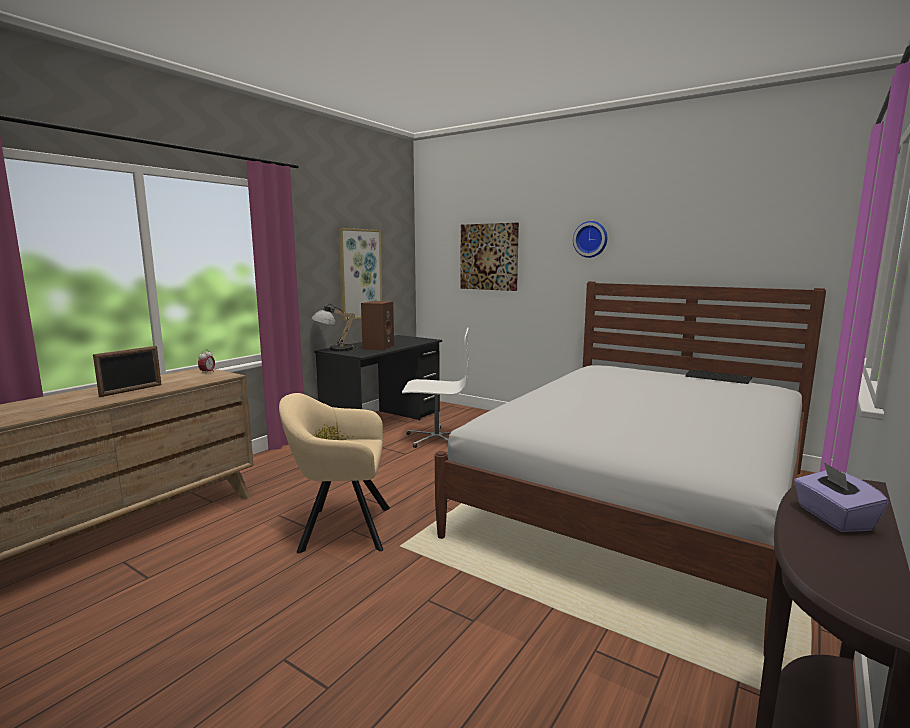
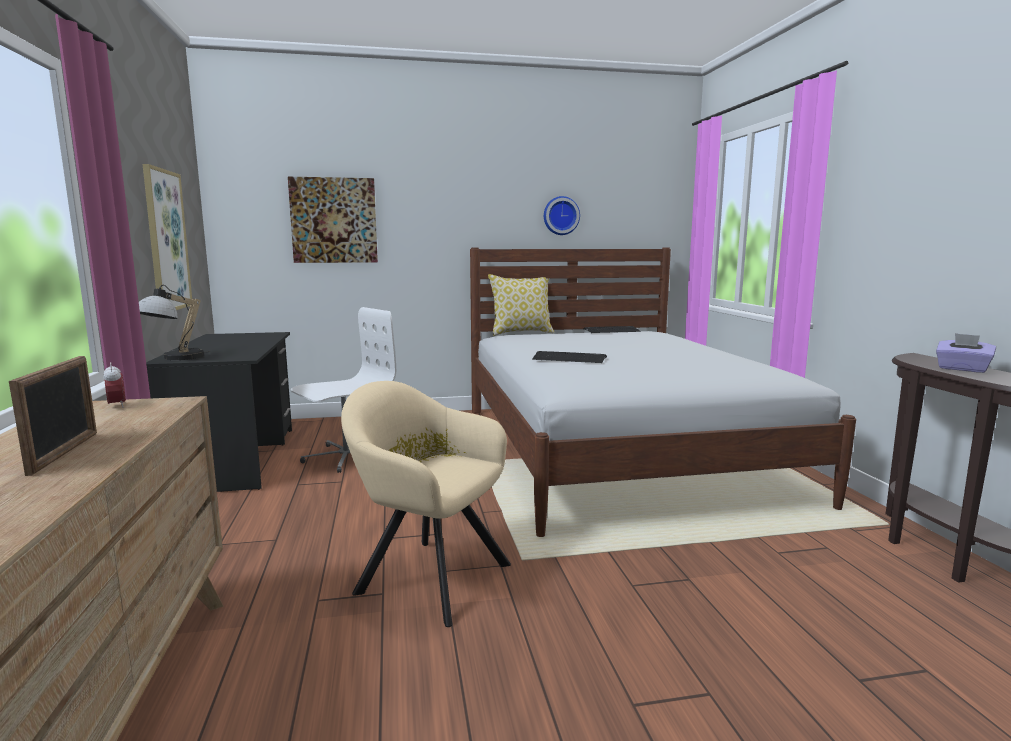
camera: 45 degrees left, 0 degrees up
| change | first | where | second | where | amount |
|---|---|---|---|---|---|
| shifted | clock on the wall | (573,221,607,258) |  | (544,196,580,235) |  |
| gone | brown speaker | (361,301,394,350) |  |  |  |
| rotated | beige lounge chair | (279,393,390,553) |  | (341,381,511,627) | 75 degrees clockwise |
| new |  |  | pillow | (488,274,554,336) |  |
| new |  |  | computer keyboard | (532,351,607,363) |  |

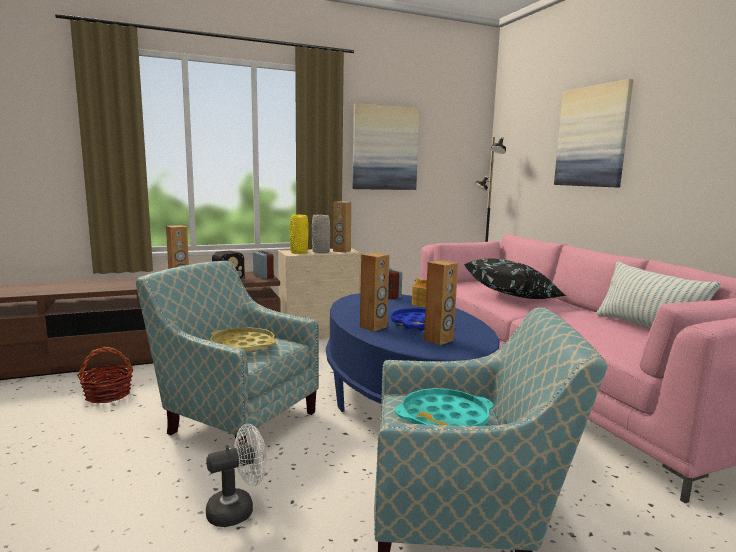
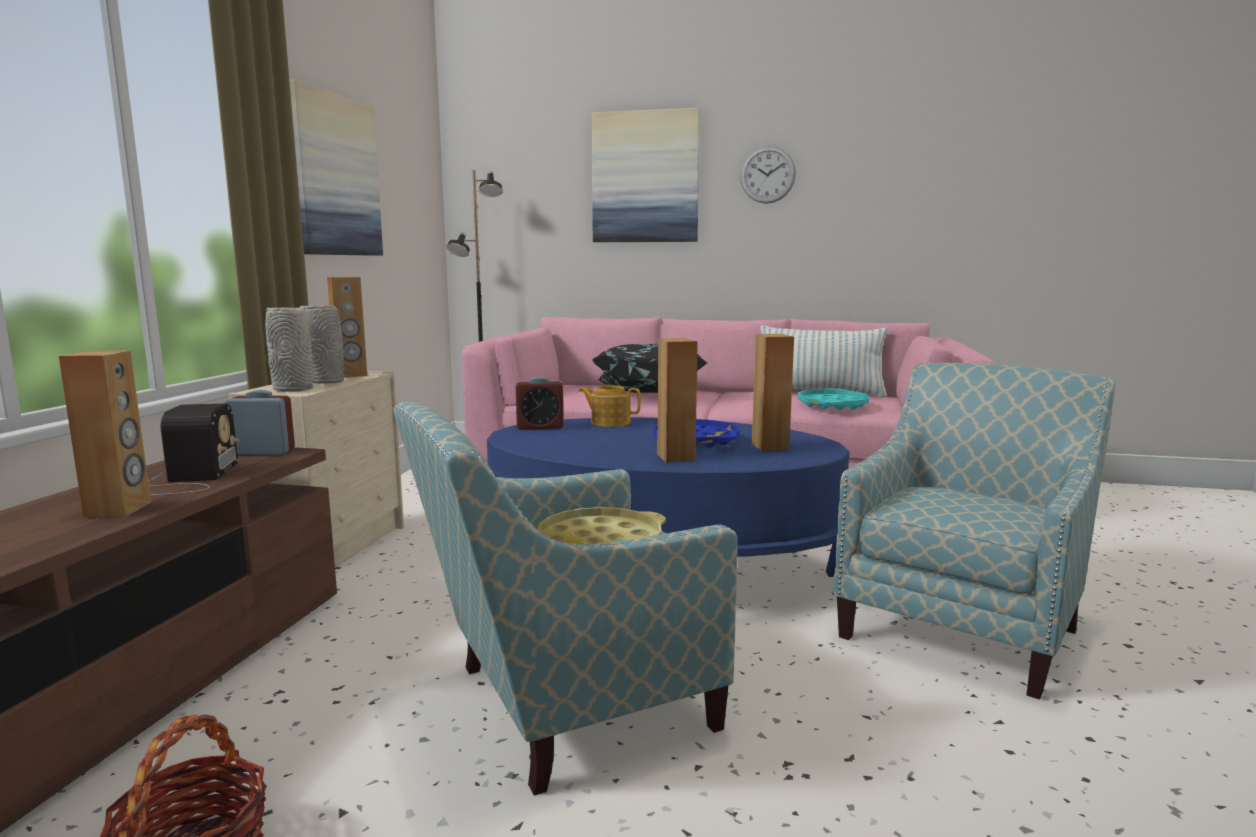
camera: 55 degrees left, 0 degrees up
| change | first | where | second | where | amount |
|---|---|---|---|---|---|
| repainted | yellow flower vase | (290,214,309,254) | grey flower vase | (265,307,313,392) |  |
| shifted | turquoise serving tray | (395,388,493,426) |  | (798,388,869,410) |  |
| gone | white-coloured cooling fan | (206,424,267,527) |  |  |  |
| new |  |  | clock on the wall | (740,146,796,204) |  |

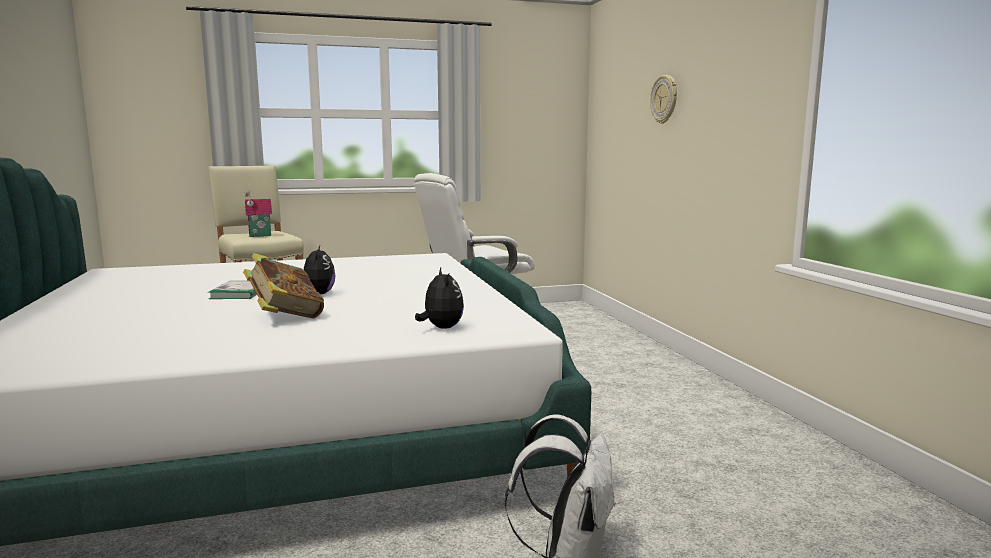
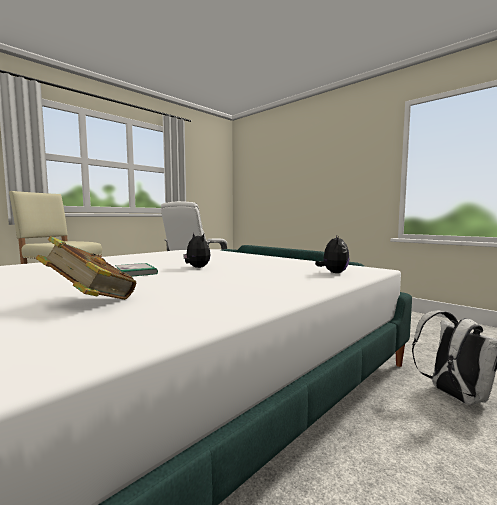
camera: 30 degrees left, 5 degrees down
| change | first | where | second | where | amount |
|---|---|---|---|---|---|
| gone | clock on the wall | (650,75,677,124) |  |  |  |
| gone | model house | (244,190,272,237) |  |  |  |
| shifted | volume | (243,253,324,318) |  | (36,236,136,300) |  |
| rotated | plush toy | (415,268,464,329) |  | (315,236,349,273) | 60 degrees clockwise |

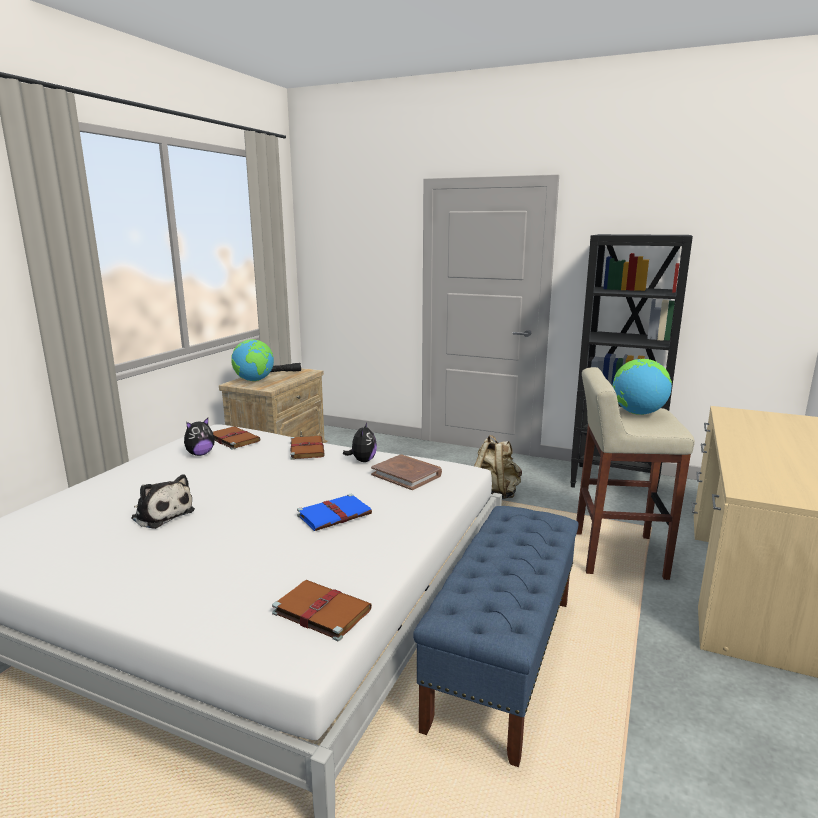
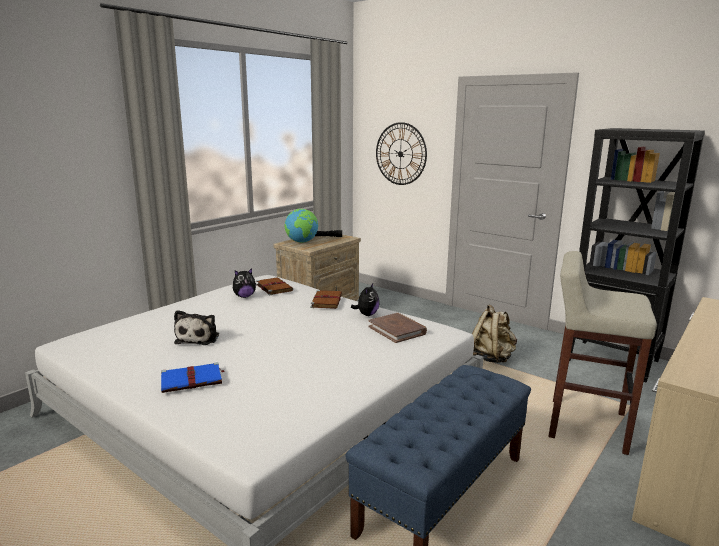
camera: 15 degrees right, 0 degrees up
| change | first | where | second | where | amount |
|---|---|---|---|---|---|
| gone | desk globe | (613,359,672,415) |  |  |  |
| rotated | plush toy | (131,474,195,529) |  | (174,310,219,345) | 45 degrees clockwise |
| shifted | blue-coloured volume | (297,494,372,531) |  | (161,362,224,393) |  |
| gone | brown volume | (272,580,372,641) |  |  |  |
| new |  |  | clock on the wall | (376,122,427,185) |  |

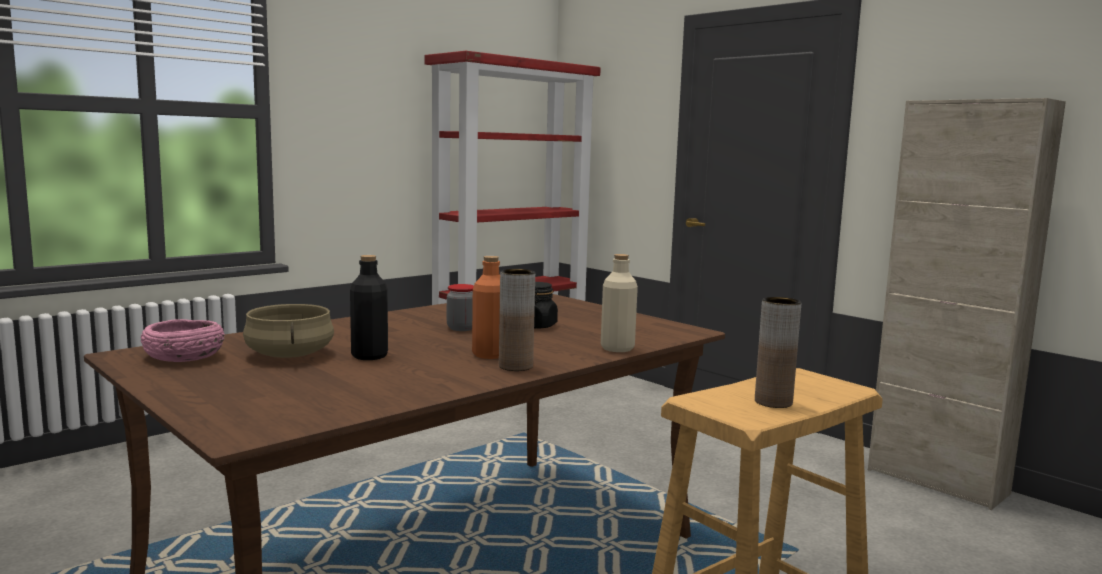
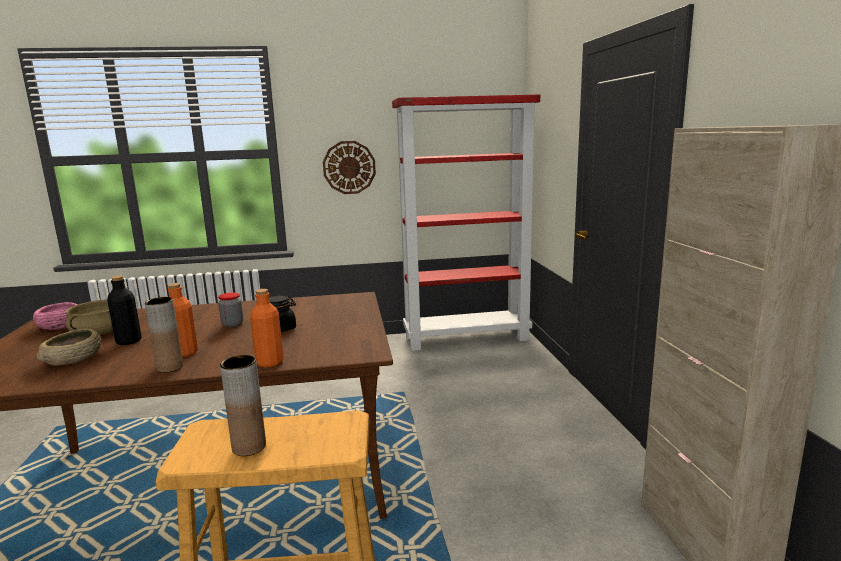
camera: 35 degrees right, 5 degrees up
| change | first | where | second | where | amount |
|---|---|---|---|---|---|
| repainted | beige bottle | (601,254,638,352) | orange bottle | (250,289,283,367) |  |
| new |  |  | clock on the wall | (323,141,376,194) |  |
| new |  |  | beige bowl | (37,329,102,366) |  |

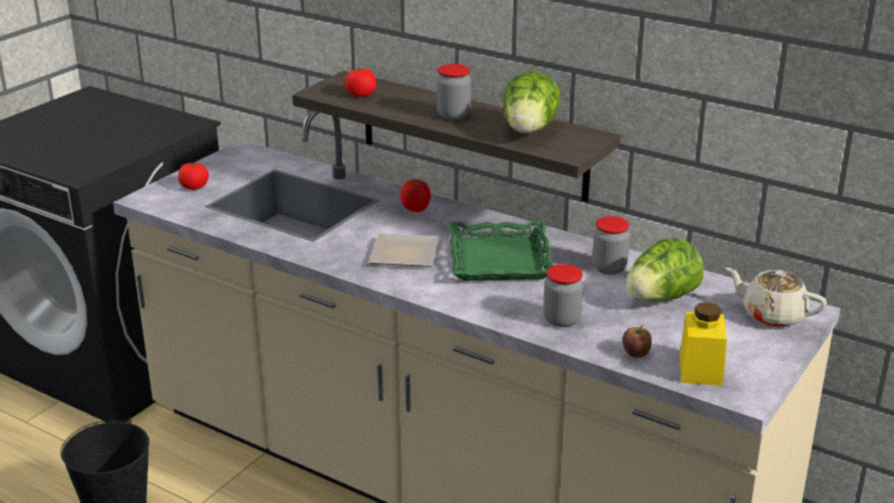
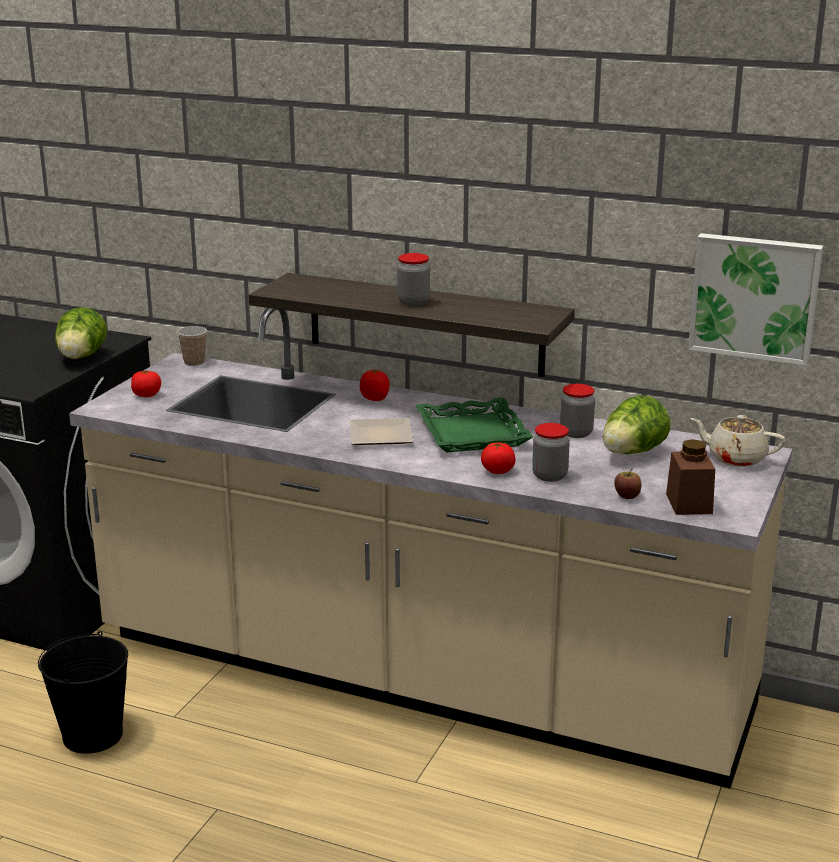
camera: 10 degrees left, 5 degrees down
| change | first | where | second | where | amount |
|---|---|---|---|---|---|
| shifted | whole tomato | (344,68,376,97) |  | (481,442,516,474) |  |
| shifted | head of lettuce | (503,71,560,134) |  | (55,307,107,359) |  |
| repainted | yellow jar | (680,302,727,386) | brown jar | (666,439,715,515) |  |
| new |  |  | wall picture | (688,233,823,366) |  |
| new |  |  | cup | (177,326,207,366) |  |

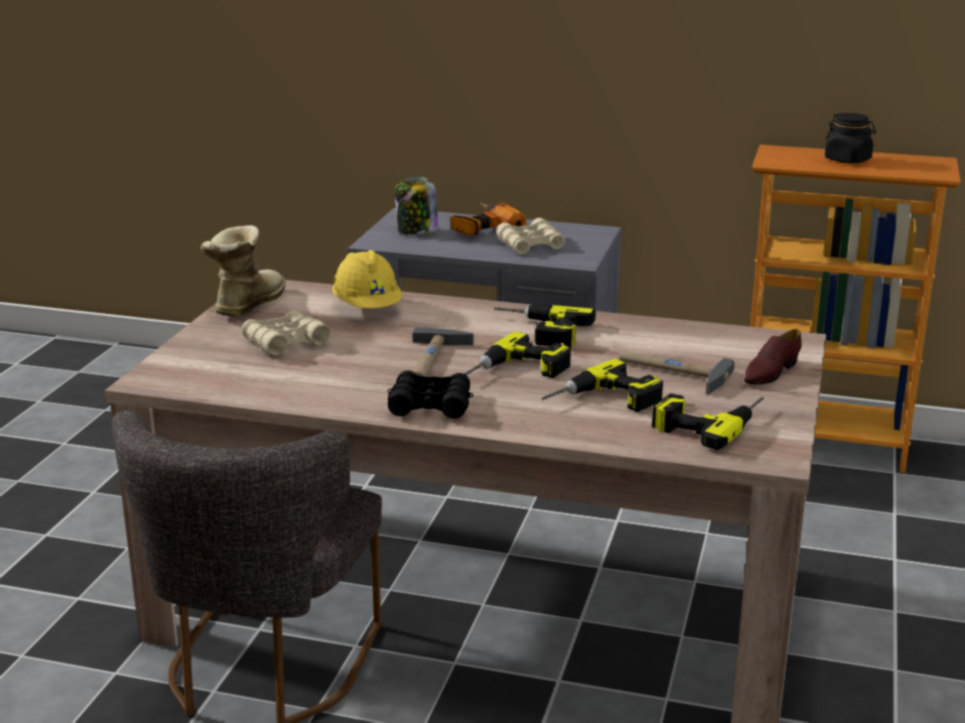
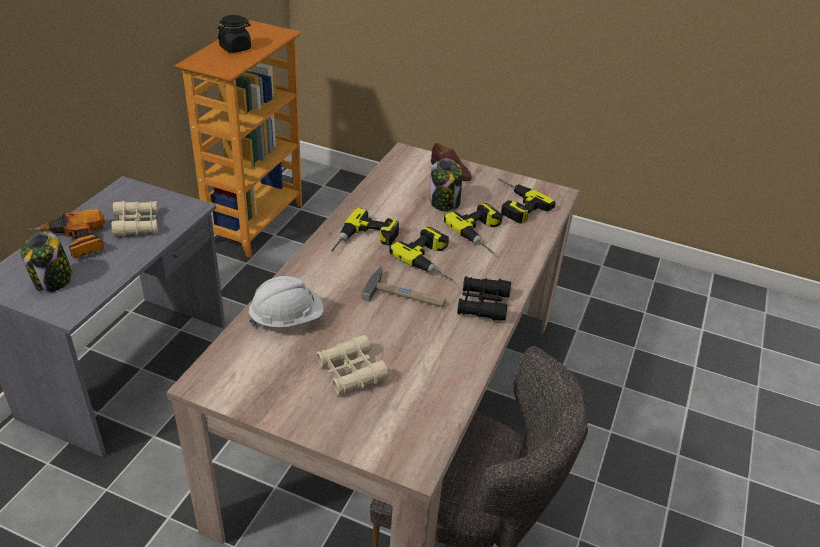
camera: 85 degrees left, 15 degrees up
| change | first | where | second | where | amount |
|---|---|---|---|---|---|
| gone | boot | (200,225,286,316) |  |  |  |
| repainted | yellow safety helmet | (332,250,402,308) | white-coloured safety helmet | (248,276,324,327) |  |
| swapped | hand hammer | (619,350,735,395) | jar | (430,159,462,212) |  |

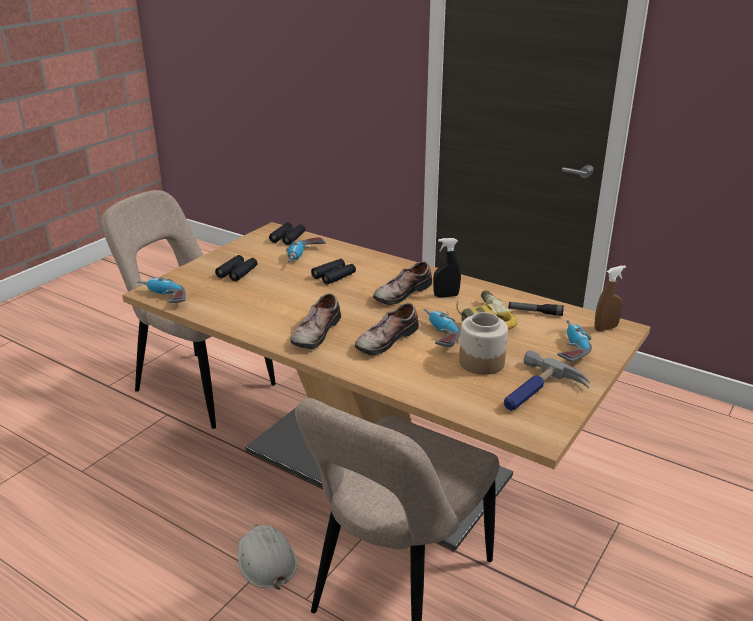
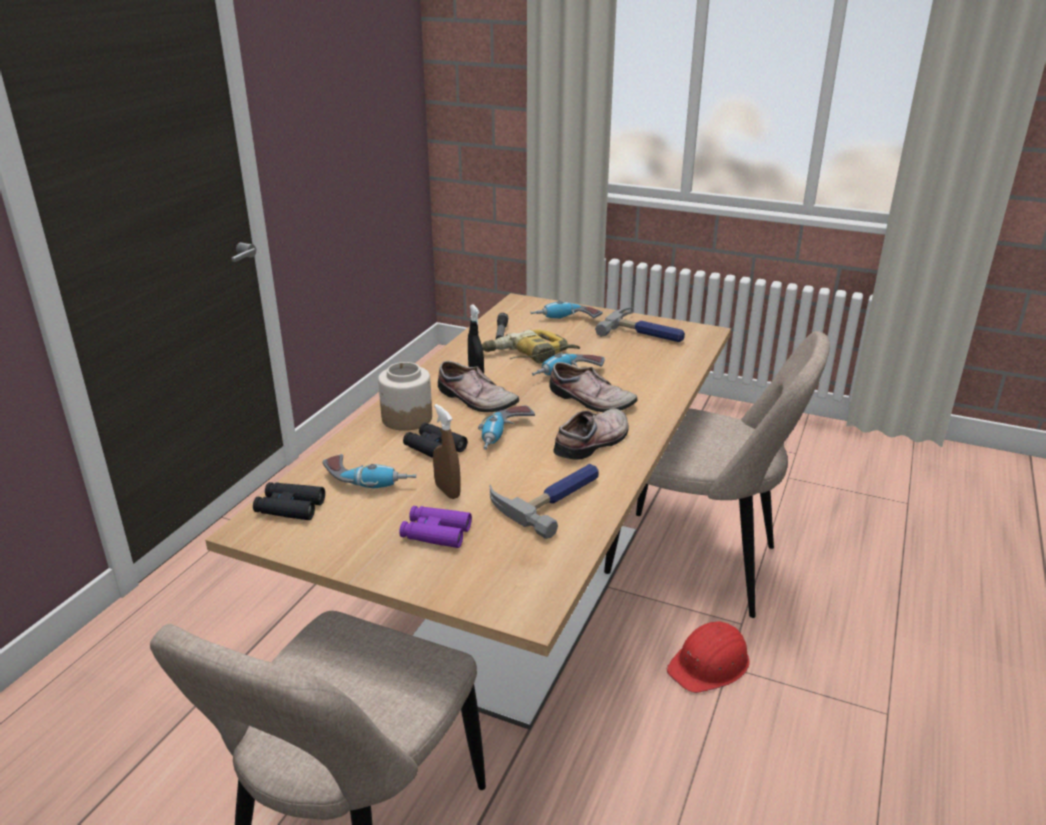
camera: 100 degrees left, 0 degrees up
| change | first | where | second | where | amount |
|---|---|---|---|---|---|
| repainted | black-coloured field glasses | (215,255,257,281) | purplish field glasses | (399,506,472,548) |  |
| shifted | brown hand sprayer | (594,265,626,331) |  | (433,404,461,499) |  |
| shifted | electric drill | (137,277,186,303) |  | (478,405,535,450) |  |
| rotated | item of footwear | (290,293,341,349) |  | (554,408,629,460) | 60 degrees counterclockwise |
| shifted | jar | (459,312,508,375) |  | (378,362,432,431) |  |
| repainted | white-coloured safety helmet | (238,525,298,590) | red safety helmet | (667,622,749,693) |  |
| new |  |  | hand hammer | (490,464,599,539) |  |

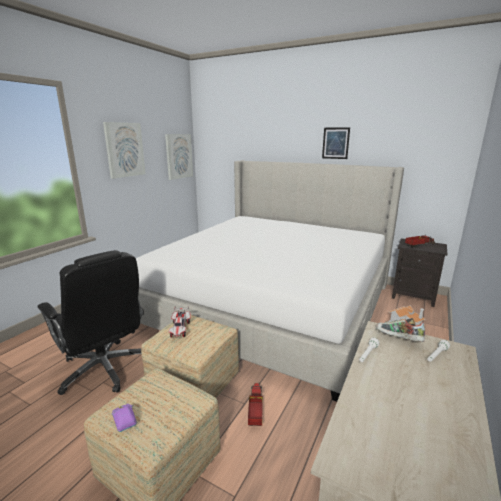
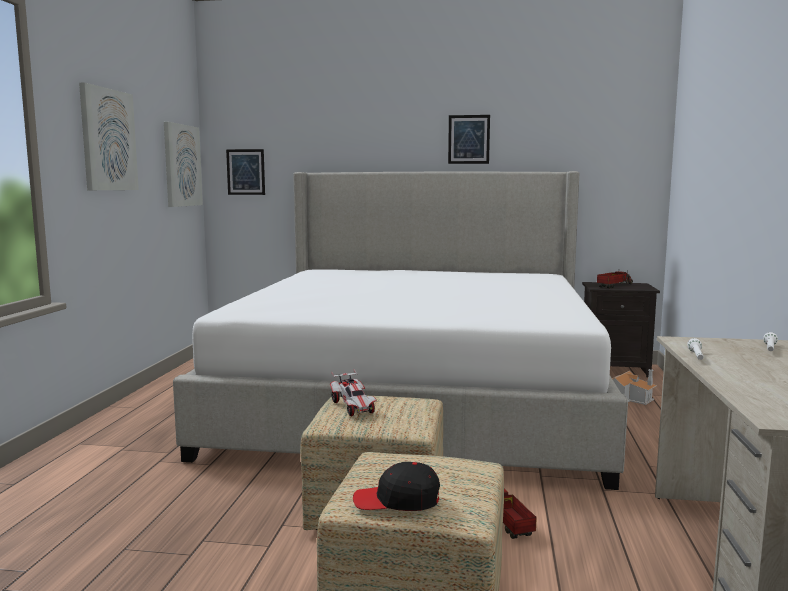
camera: 20 degrees left, 10 degrees down
| change | first | where | second | where | amount |
|---|---|---|---|---|---|
| gone | black-coloured office chair | (37,250,144,395) |  |  |  |
| gone | item of footwear | (376,318,425,342) |  |  |  |
| swapped | purplish toy car | (112,404,137,432) | black-coloured baseball cap | (353,462,440,511) |  |
| new |  |  | wall picture | (226,149,265,195) |  |

